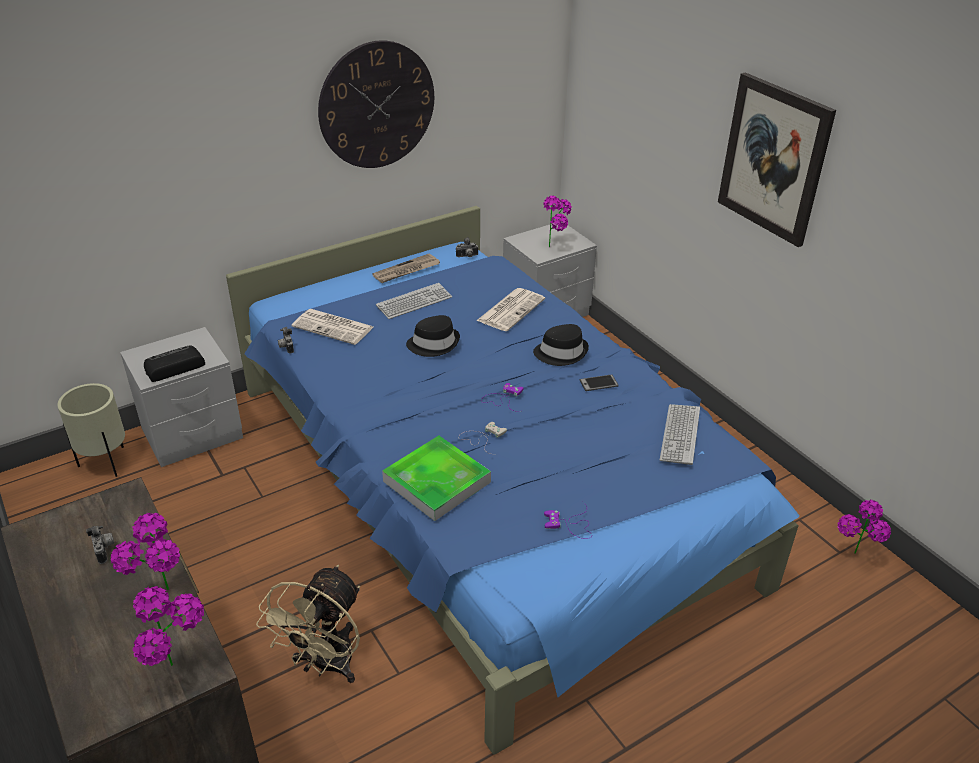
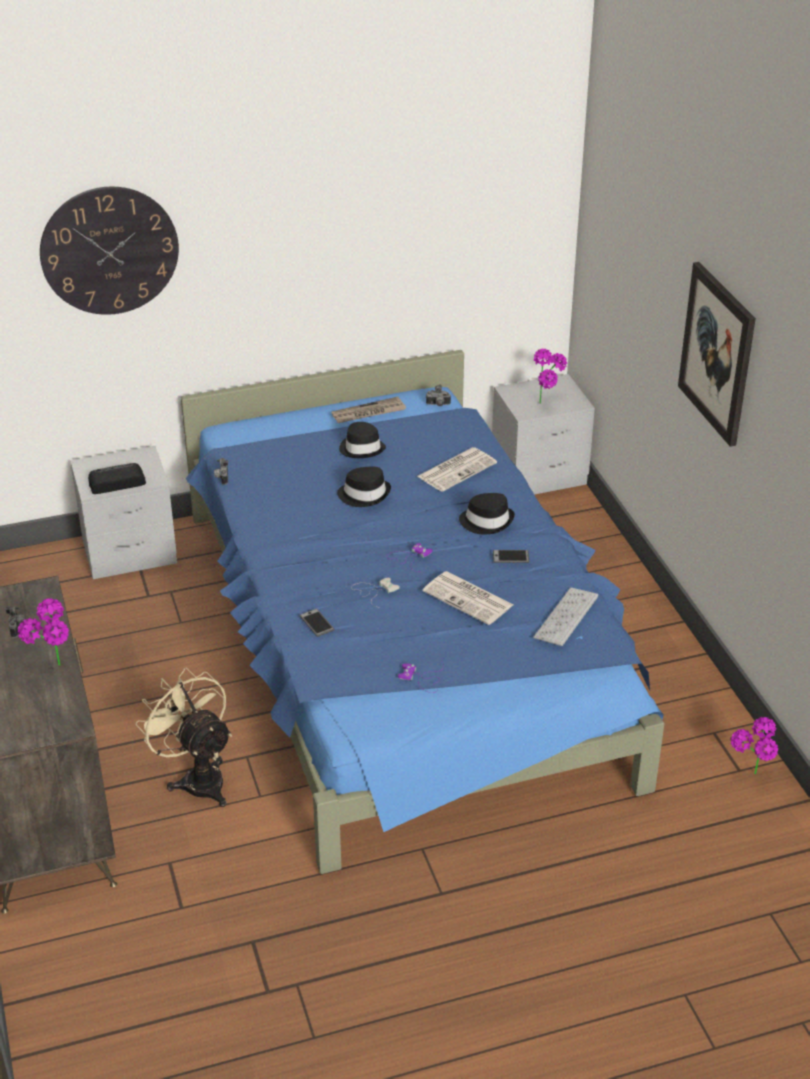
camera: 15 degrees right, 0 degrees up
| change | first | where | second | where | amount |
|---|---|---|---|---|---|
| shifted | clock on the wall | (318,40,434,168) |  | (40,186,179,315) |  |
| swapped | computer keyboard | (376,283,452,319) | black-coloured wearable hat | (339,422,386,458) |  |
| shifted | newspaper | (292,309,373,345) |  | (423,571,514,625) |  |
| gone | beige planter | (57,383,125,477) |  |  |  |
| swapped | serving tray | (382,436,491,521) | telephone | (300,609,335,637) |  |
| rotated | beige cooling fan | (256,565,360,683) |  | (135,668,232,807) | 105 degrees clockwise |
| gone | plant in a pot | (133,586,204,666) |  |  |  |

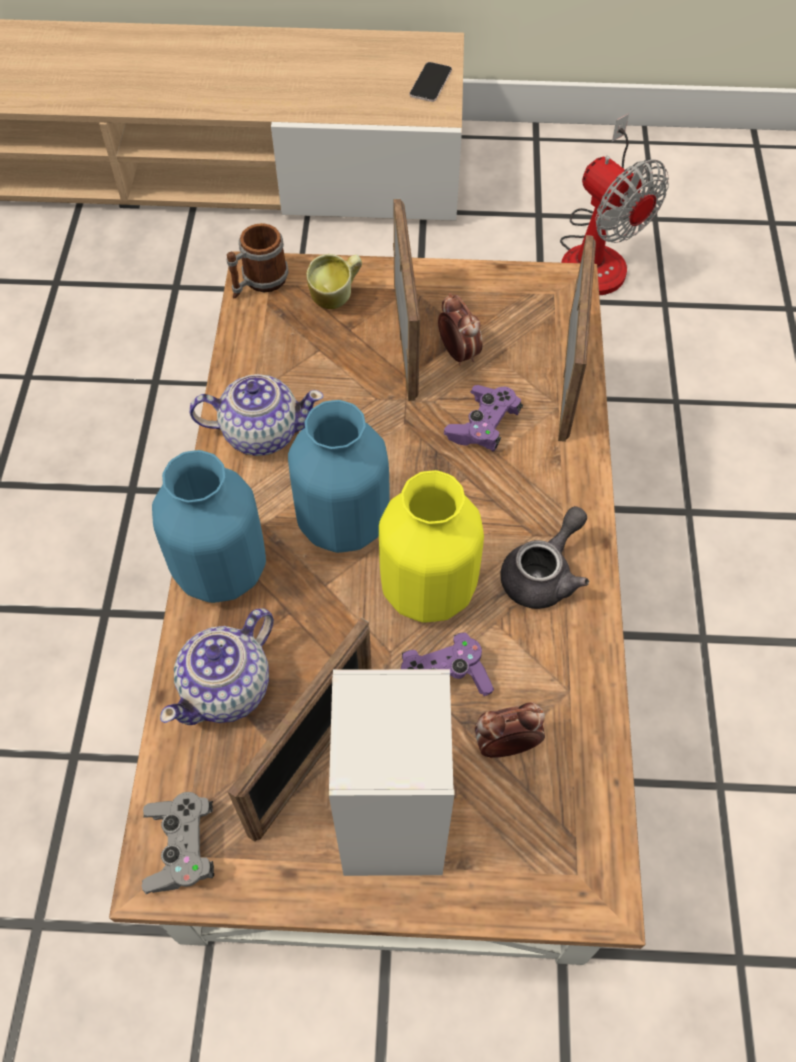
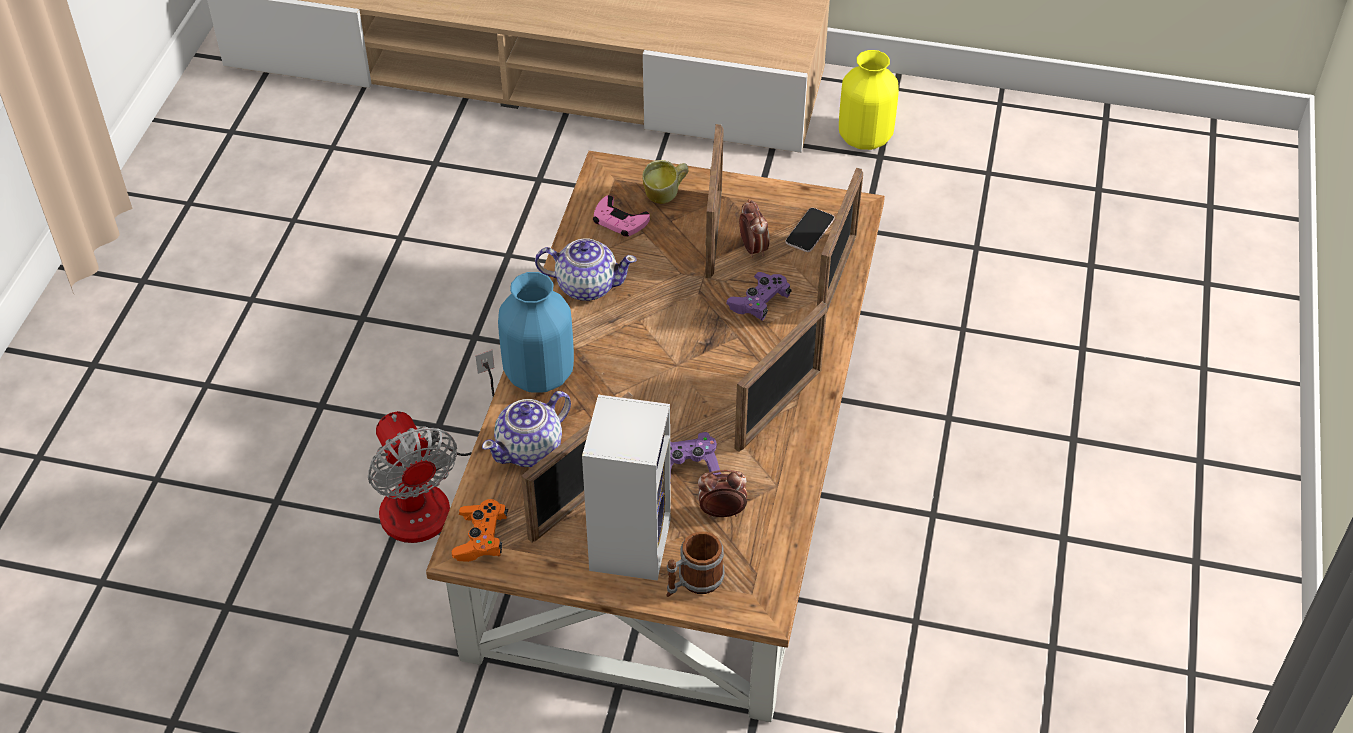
camera: 10 degrees right, 10 degrees down
| change | first | where | second | where | amount |
|---|---|---|---|---|---|
| shifted | telephone | (410,62,452,102) |  | (785,208,834,252) |  |
| shifted | cooling fan | (560,114,669,295) |  | (367,350,494,543) |  |
| shifted | mug | (226,223,289,299) |  | (666,531,724,597) |  |
| gone | blue-coloured flower vase | (288,400,390,553) |  |  |  |
| shifted | yellow flower vase | (379,470,484,623) |  | (839,50,899,150) |  |
| swapped | grey pot for tea | (501,506,589,609) | picture frame | (734,302,827,452) |  |
| repainted | grey gamepad | (142,792,214,894) | orange gamepad | (452,499,508,562) |  |
| new |  |  | pinkish gamepad | (593,195,650,237) |  |

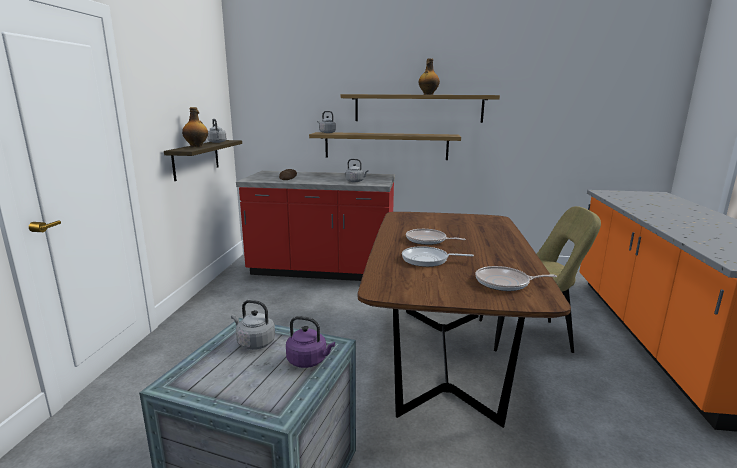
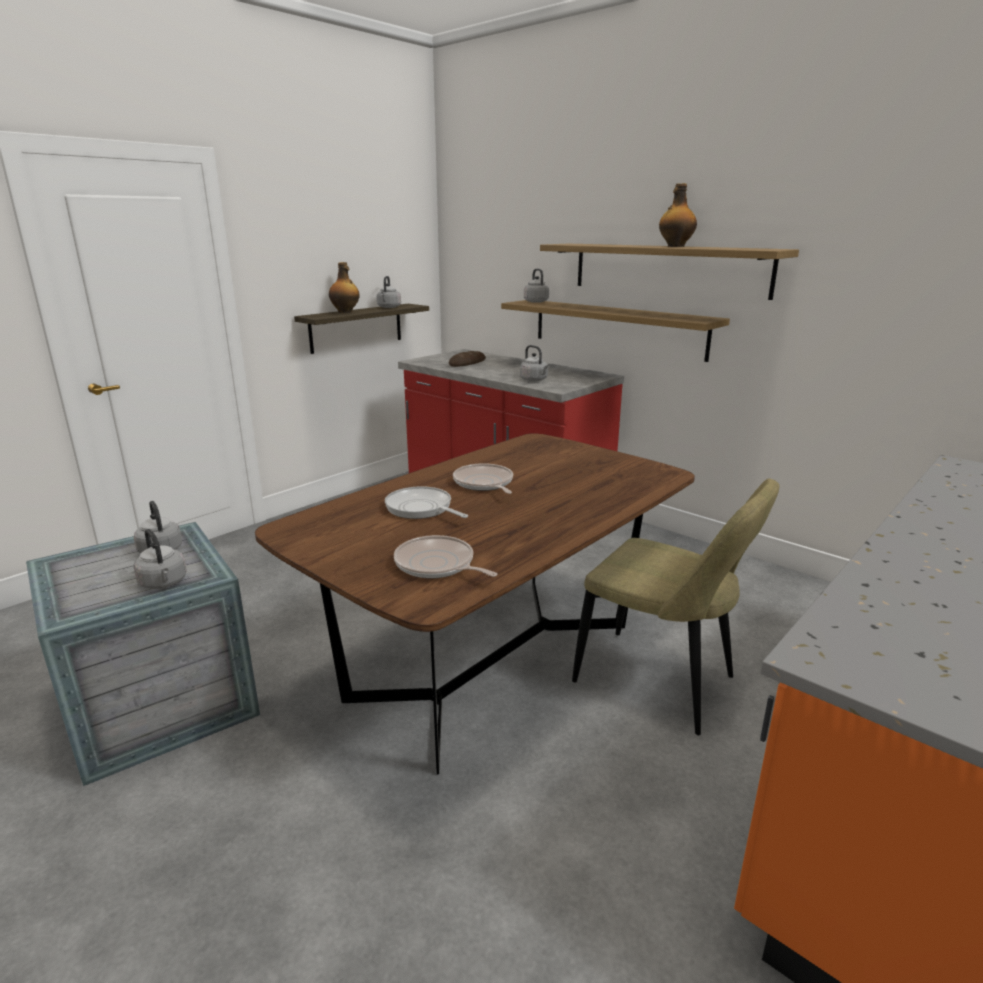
camera: 35 degrees right, 5 degrees up
| change | first | where | second | where | amount |
|---|---|---|---|---|---|
| repainted | purplish kettle | (286,316,335,368) | grey kettle | (134,529,187,589) |  |

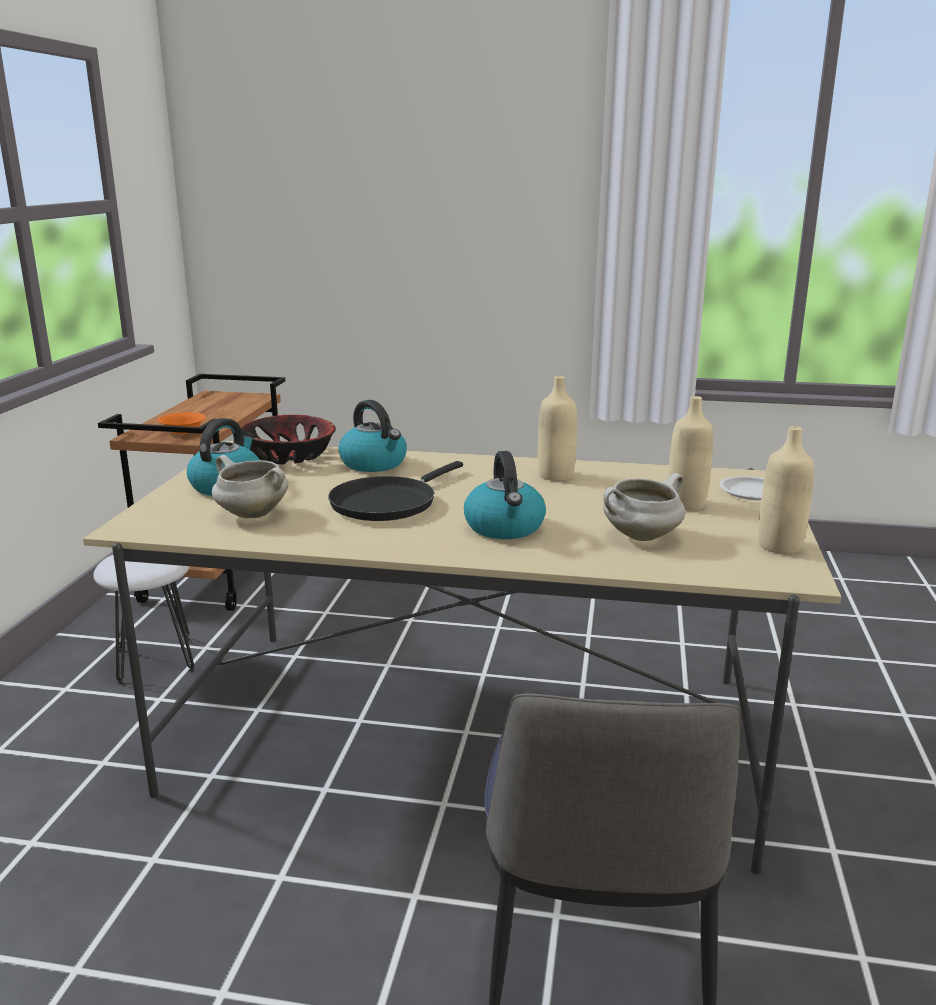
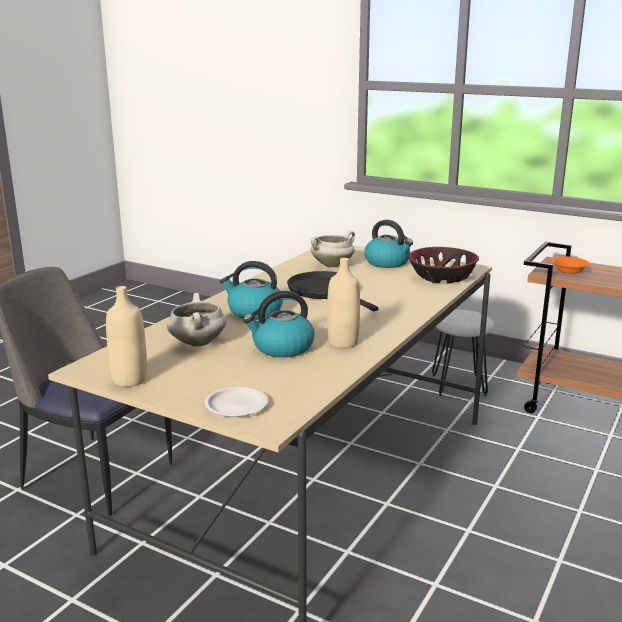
camera: 110 degrees right, 0 degrees up
| change | first | where | second | where | amount |
|---|---|---|---|---|---|
| gone | beige bottle | (668,396,713,510) |  |  |  |
| shifted | kettle | (338,400,407,472) |  | (243,291,315,357) |  |

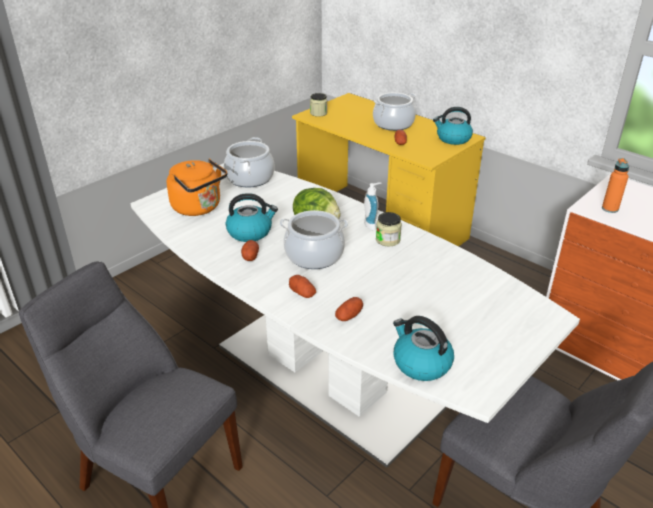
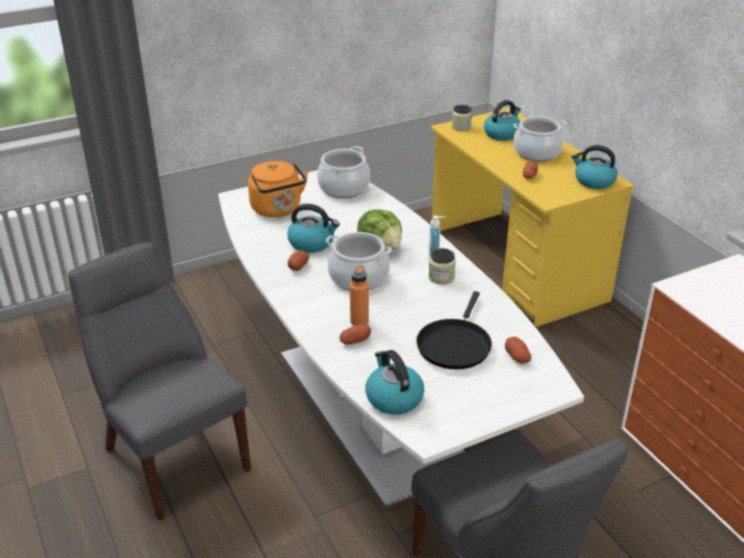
camera: 20 degrees right, 0 degrees up
| change | first | where | second | where | amount |
|---|---|---|---|---|---|
| shifted | orange bottle | (602,158,629,213) |  | (350,266,369,326) |  |
| shifted | whole potato | (289,275,316,298) |  | (505,337,531,364) |  |
| new |  |  | kettle | (484,100,521,141) |  |
| new |  |  | black-coloured pan | (416,291,492,369) |  |

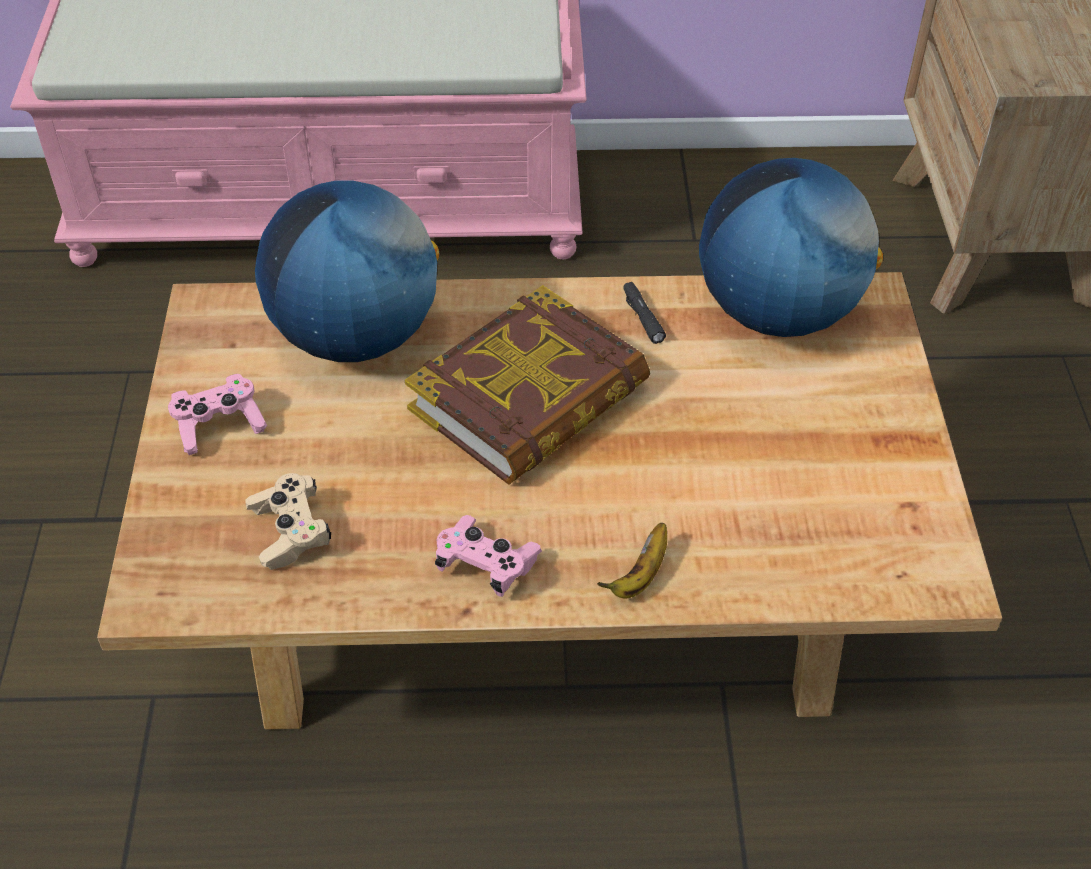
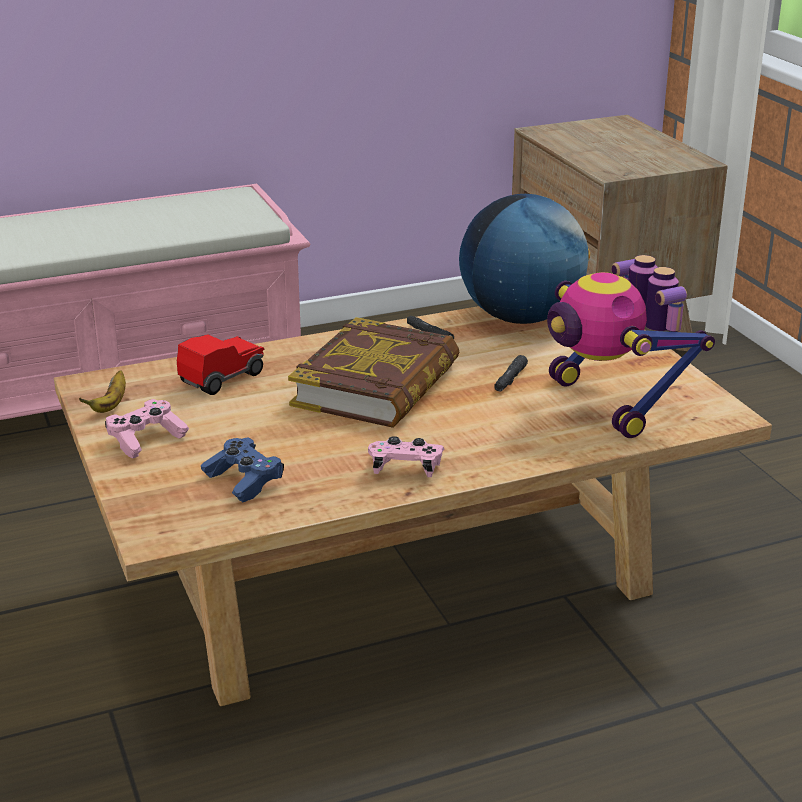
camera: 20 degrees left, 20 degrees down
| change | first | where | second | where | amount |
|---|---|---|---|---|---|
| swapped | desk globe | (255,181,439,362) | toy car | (177,334,264,395) |  |
| repainted | beige gamepad | (245,473,331,570) | blue-coloured gamepad | (201,437,284,502) |  |
| shifted | banana fruit | (597,523,667,599) |  | (79,370,126,413) |  |
| new |  |  | toy robot | (547,255,715,438) |  |
| new |  |  | black-coloured torch | (494,355,528,392) |  |

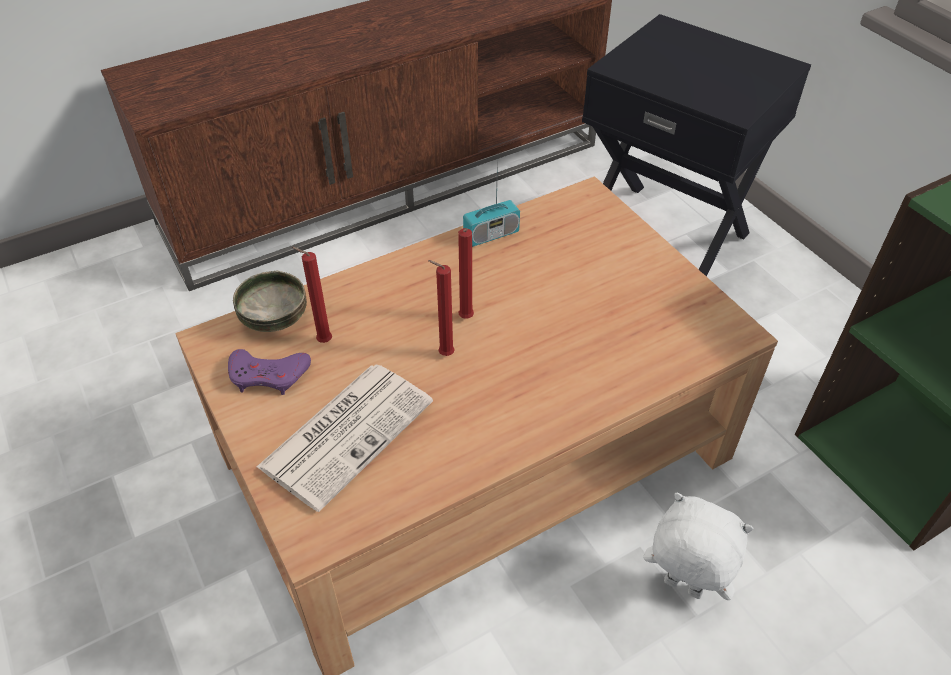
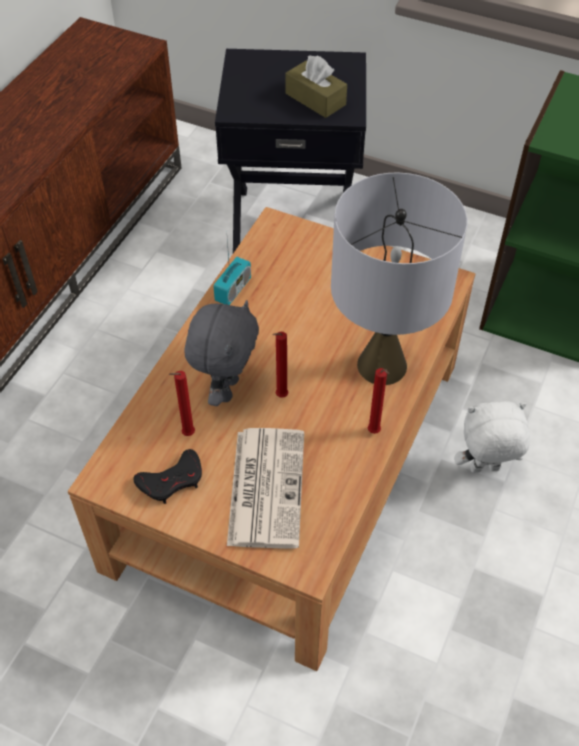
camera: 35 degrees left, 5 degrees up
| change | first | where | second | where | amount |
|---|---|---|---|---|---|
| shifted | red wax candle | (458,228,474,319) |  | (368,368,389,434) |  |
| gone | bowl | (233,270,307,332) |  |  |  |
| repainted | purplish gamepad | (228,349,311,395) | black-coloured gamepad | (133,449,202,504) |  |
| new |  |  | brown tissue holder | (285,55,347,118) |  |
| new |  |  | grey lamp for a table | (331,173,467,385) |  |
| new |  |  | grey plush toy | (184,300,259,406) |  |

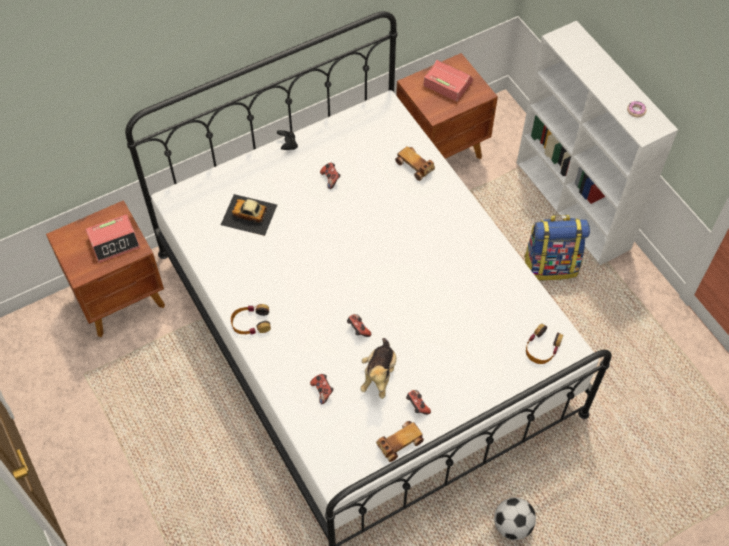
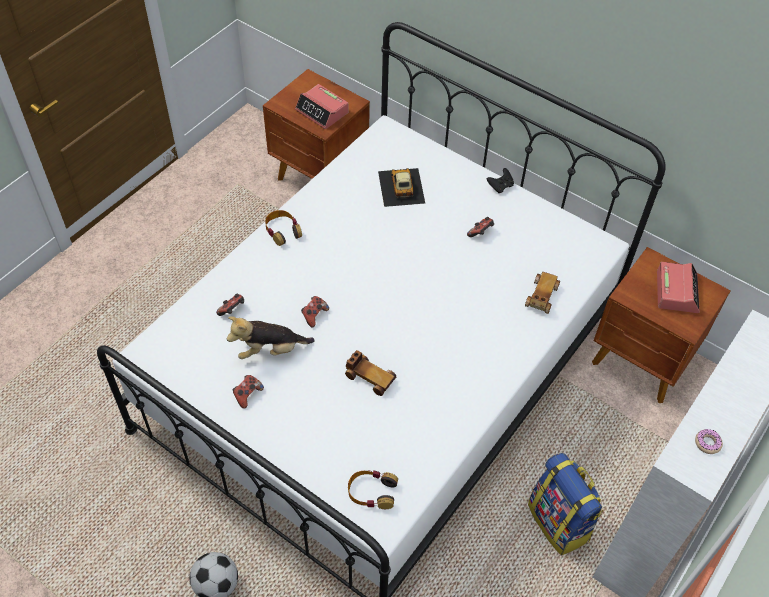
camera: 65 degrees right, 5 degrees down
| change | first | where | second | where | amount |
|---|---|---|---|---|---|
| shifted | toy car | (376,421,424,462) |  | (345,350,396,396) |  |

